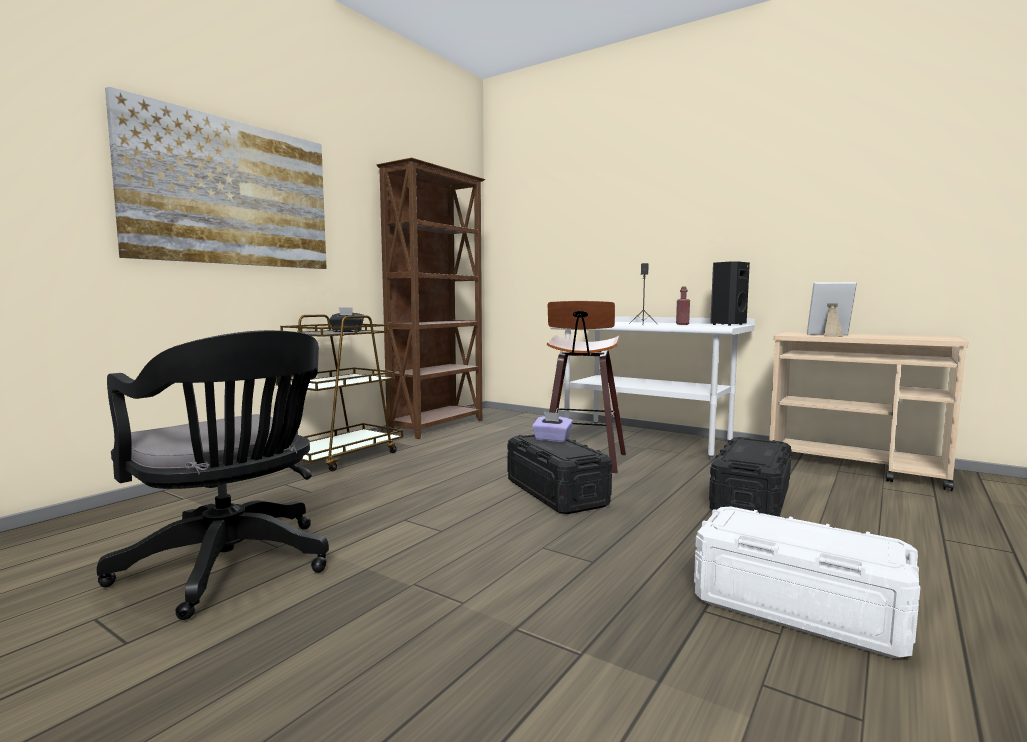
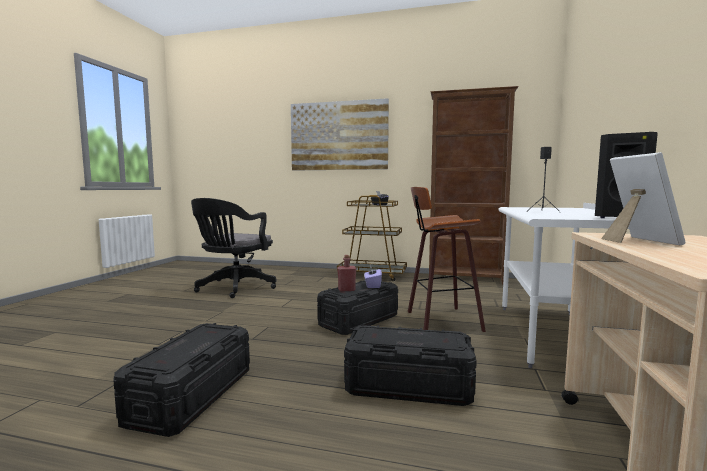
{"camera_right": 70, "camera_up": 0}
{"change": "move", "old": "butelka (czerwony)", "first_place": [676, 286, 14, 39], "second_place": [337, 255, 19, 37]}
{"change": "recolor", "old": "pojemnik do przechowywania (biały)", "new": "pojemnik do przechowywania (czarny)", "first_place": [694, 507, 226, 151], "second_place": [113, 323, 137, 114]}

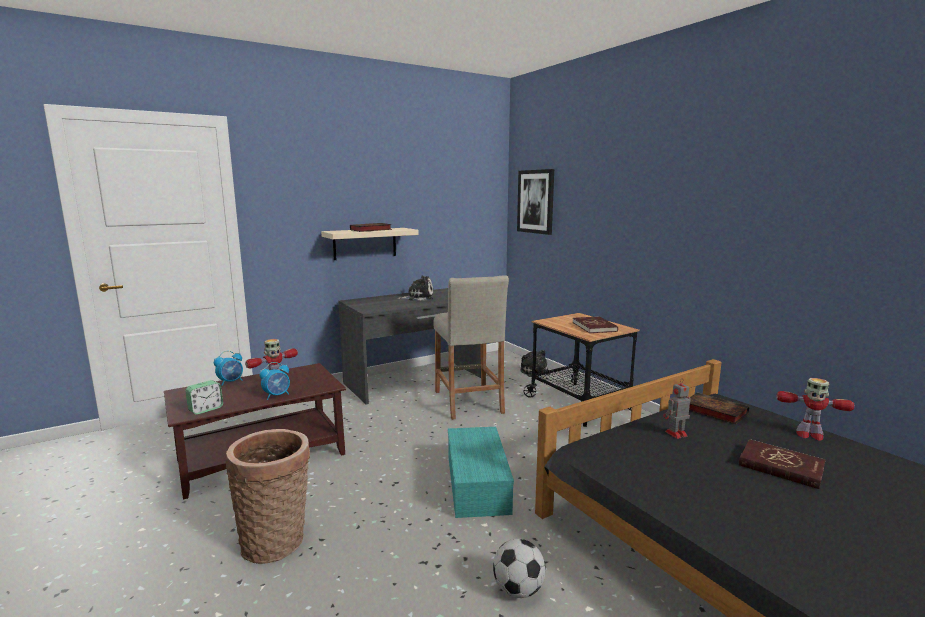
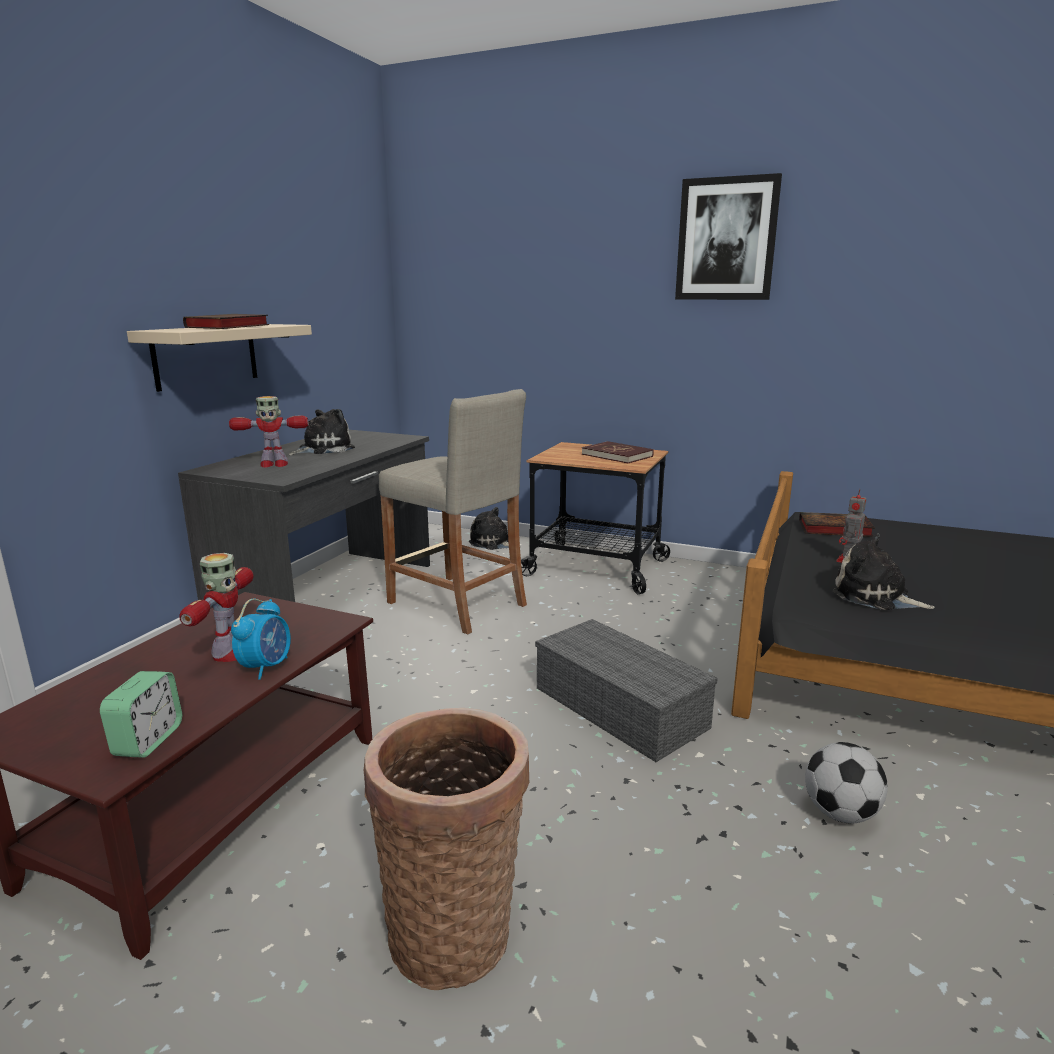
{"camera_right": -35, "camera_up": 5}
{"change": "delete", "old": "budzik", "first_place": [214, 351, 29, 35]}
{"change": "delete", "old": "książka (czerwony)", "first_place": [739, 439, 86, 50]}
{"change": "insert", "new": "pluszak", "second_place": [832, 534, 103, 76]}
{"change": "move", "old": "obraz", "first_place": [517, 169, 37, 66], "second_place": [675, 173, 107, 127]}
{"change": "move", "old": "robot zabawkowy", "first_place": [776, 378, 78, 63], "second_place": [229, 396, 80, 72]}
{"change": "recolor", "old": "pojemnik do przechowywania (turkusowy)", "new": "pojemnik do przechowywania (szary)", "first_place": [448, 427, 66, 91], "second_place": [535, 619, 183, 143]}

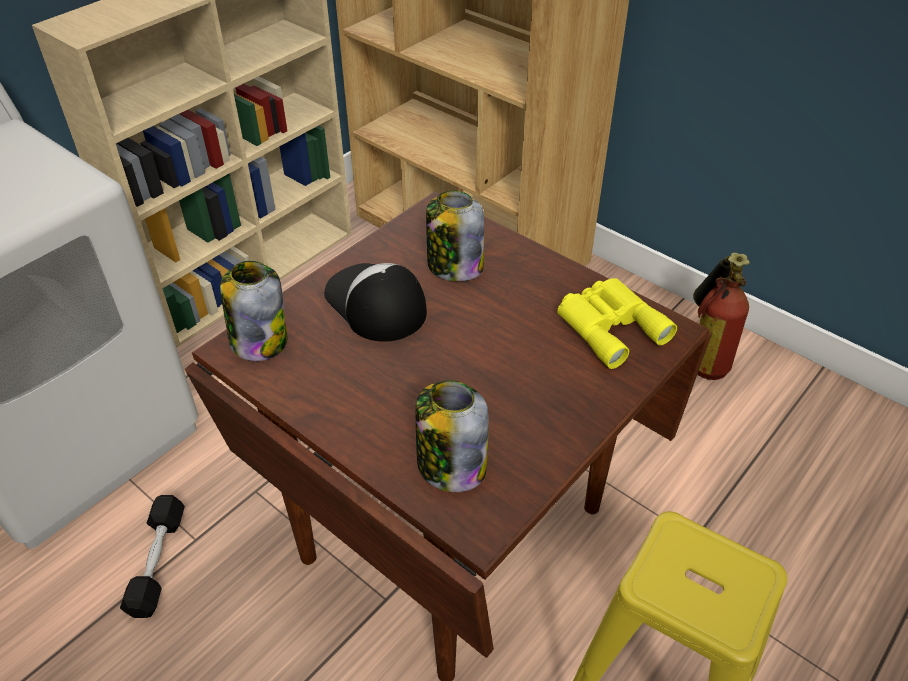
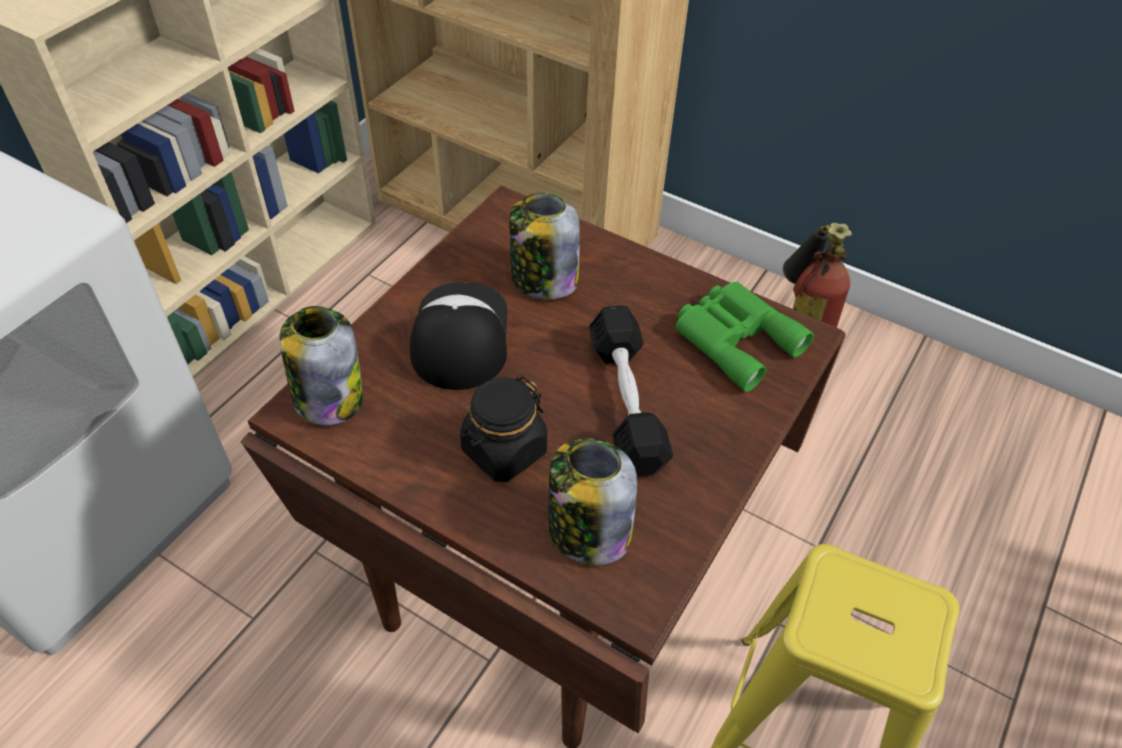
{"camera_right": -10, "camera_up": 5}
{"change": "insert", "new": "słoik (czarny)", "second_place": [460, 377, 87, 105]}
{"change": "move", "old": "hantel (czarny)", "first_place": [120, 495, 65, 123], "second_place": [589, 306, 84, 170]}
{"change": "recolor", "old": "lornetka (żółty)", "new": "lornetka (zielony)", "first_place": [557, 278, 120, 91], "second_place": [675, 282, 139, 110]}
{"change": "rotate", "old": "czapka z daszkiem", "first_place": [324, 263, 103, 79], "second_place": [410, 283, 97, 107], "degrees": 45}

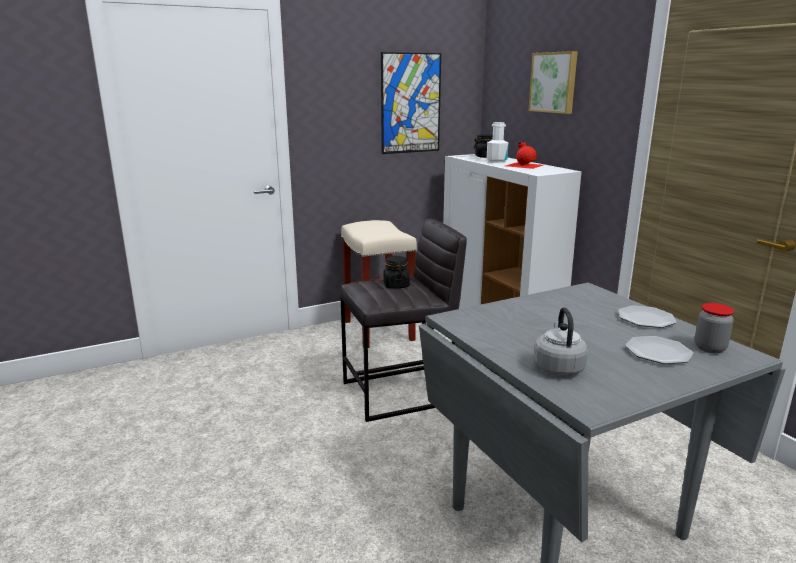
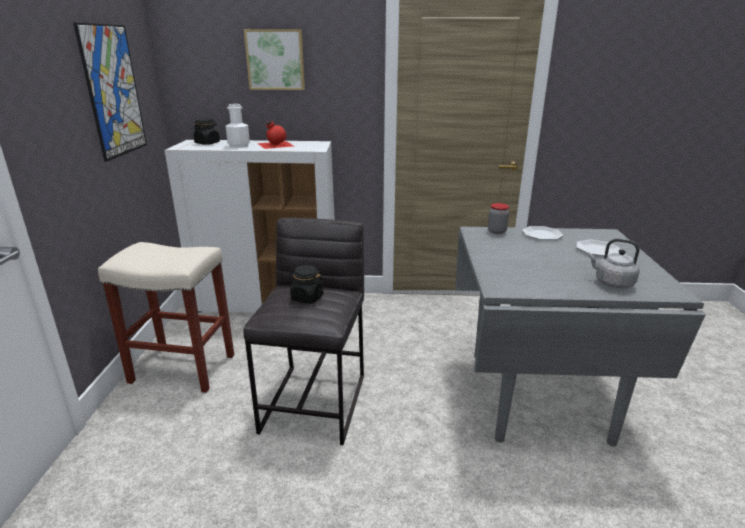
{"camera_right": -60, "camera_up": 5}
{"change": "move", "old": "słoik", "first_place": [694, 303, 40, 50], "second_place": [488, 203, 21, 31]}

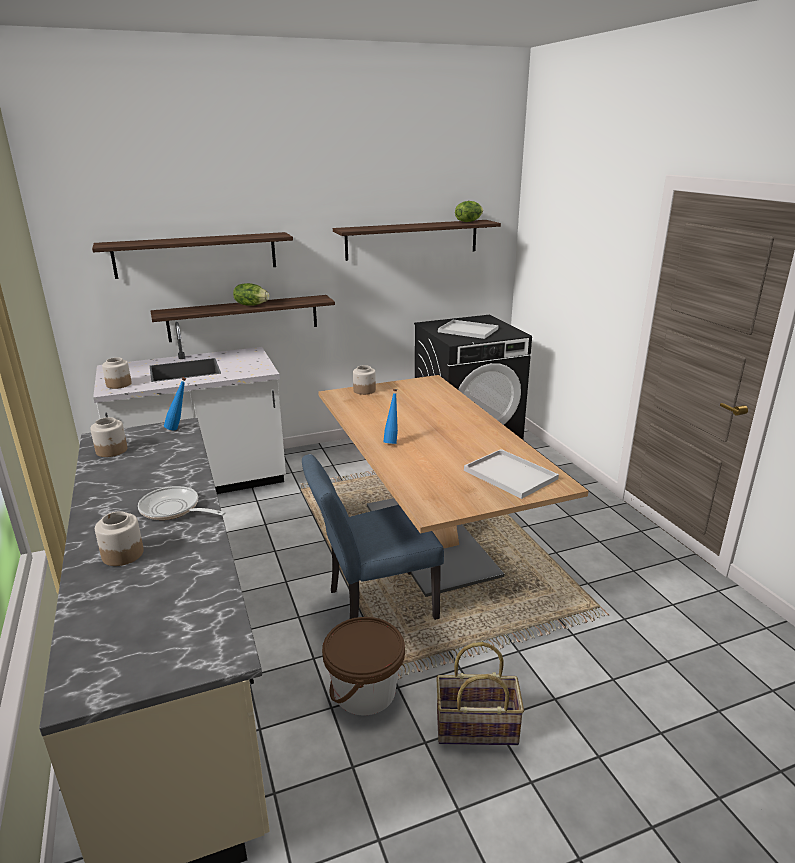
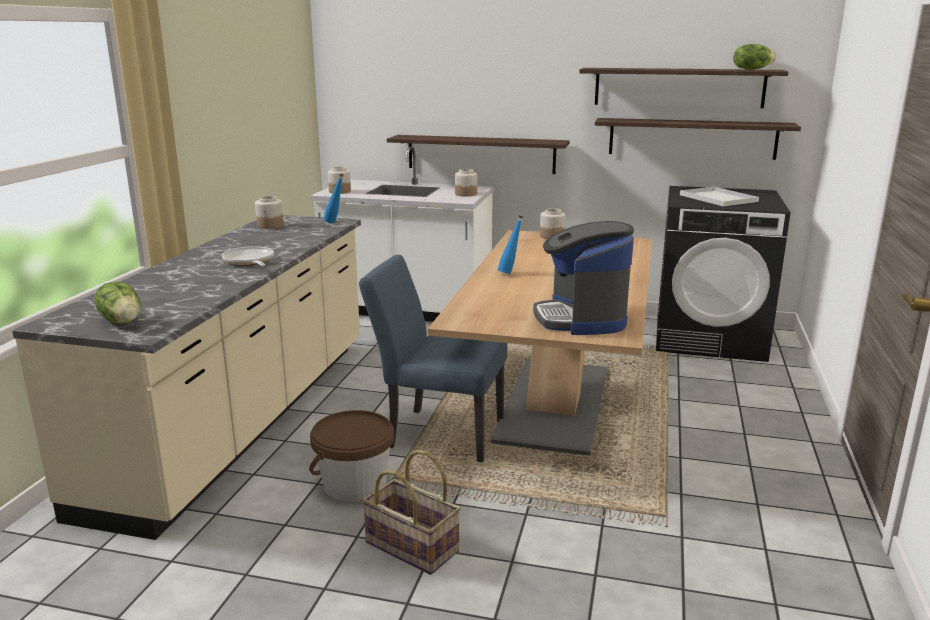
{"camera_right": 35, "camera_up": -5}
{"change": "move", "old": "półka", "first_place": [92, 232, 201, 47], "second_place": [595, 118, 206, 42]}
{"change": "move", "old": "słoik", "first_place": [95, 511, 49, 55], "second_place": [455, 169, 22, 27]}
{"change": "move", "old": "sałata", "first_place": [233, 283, 37, 23], "second_place": [95, 282, 46, 42]}
{"change": "replace", "old": "taca (biały)", "new": "ekspres do kawy", "first_place": [464, 449, 95, 50], "second_place": [533, 221, 101, 114]}

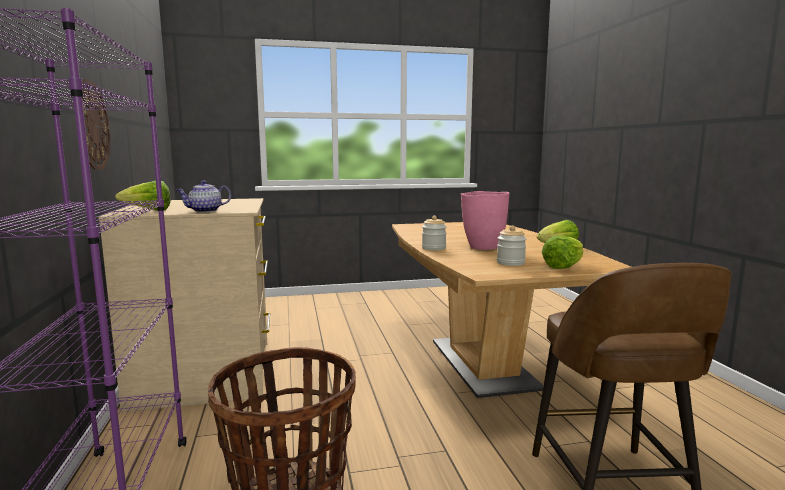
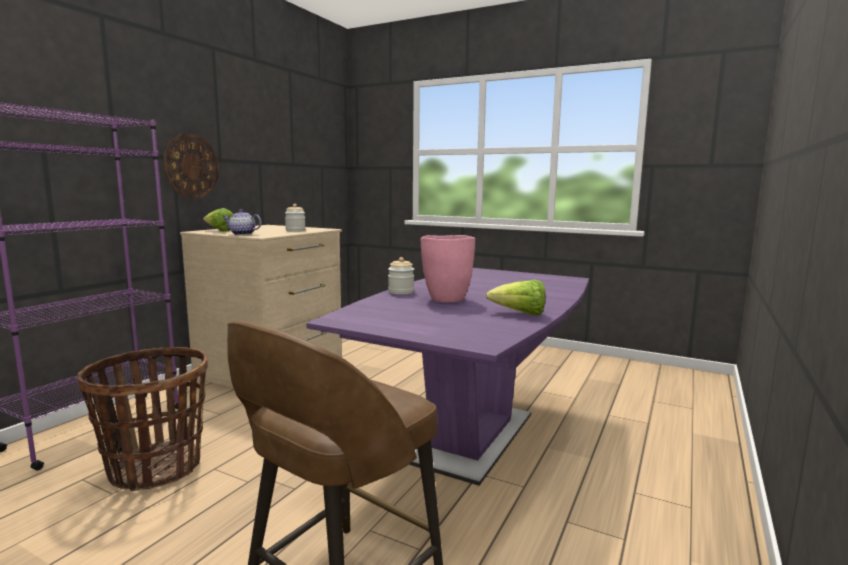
{"camera_right": 40, "camera_up": 0}
{"change": "delete", "old": "sałata", "first_place": [542, 236, 41, 33]}
{"change": "move", "old": "słoik", "first_place": [497, 226, 29, 40], "second_place": [285, 204, 21, 27]}
{"change": "recolor", "old": "stół jadalny (brązowy)", "new": "stół jadalny (fioletowy)", "first_place": [392, 222, 239, 176], "second_place": [306, 268, 283, 218]}

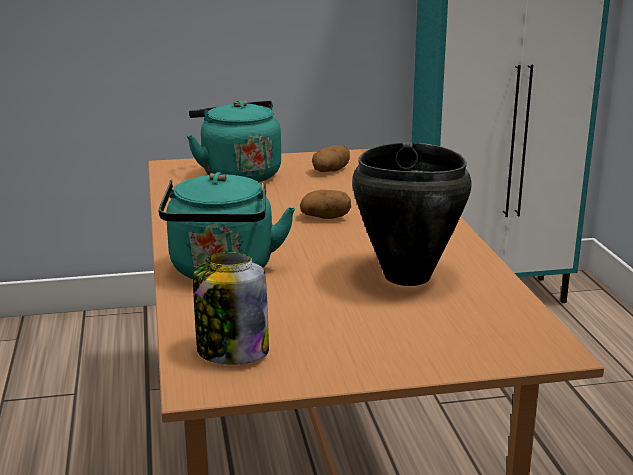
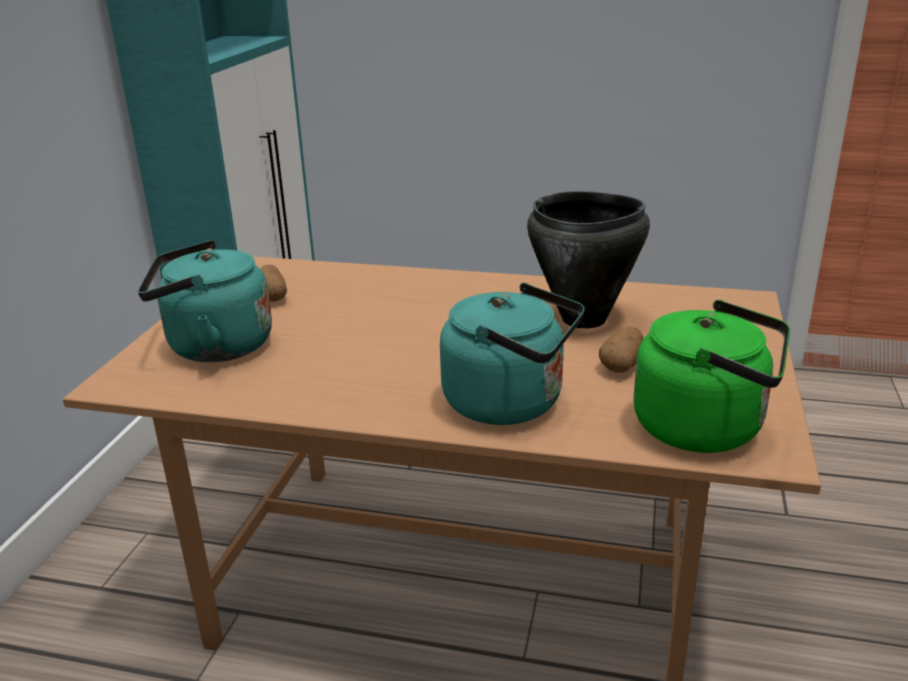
{"camera_right": -65, "camera_up": 5}
{"change": "move", "old": "ziemniak", "first_place": [300, 190, 51, 29], "second_place": [599, 327, 45, 46]}
{"change": "replace", "old": "słoik", "new": "czajnik (zielony)", "first_place": [193, 252, 76, 113], "second_place": [633, 300, 157, 153]}

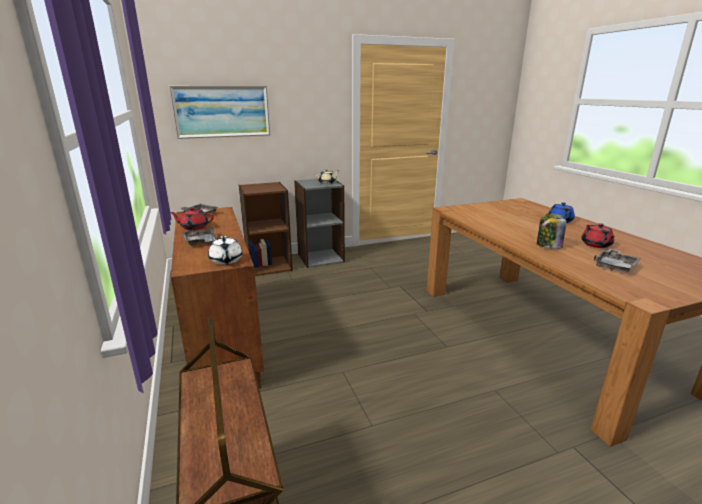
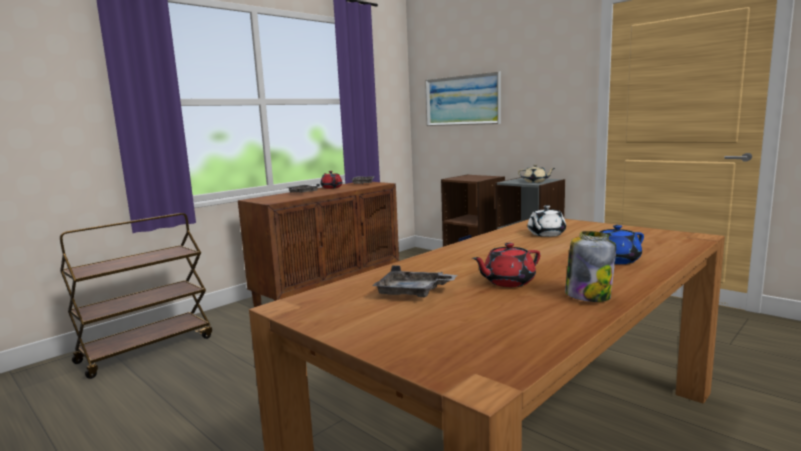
{"camera_right": 65, "camera_up": -10}
{"change": "move", "old": "imbryk (biały)", "first_place": [208, 236, 35, 29], "second_place": [528, 205, 38, 32]}
{"change": "move", "old": "słoik", "first_place": [537, 214, 30, 35], "second_place": [565, 231, 51, 71]}

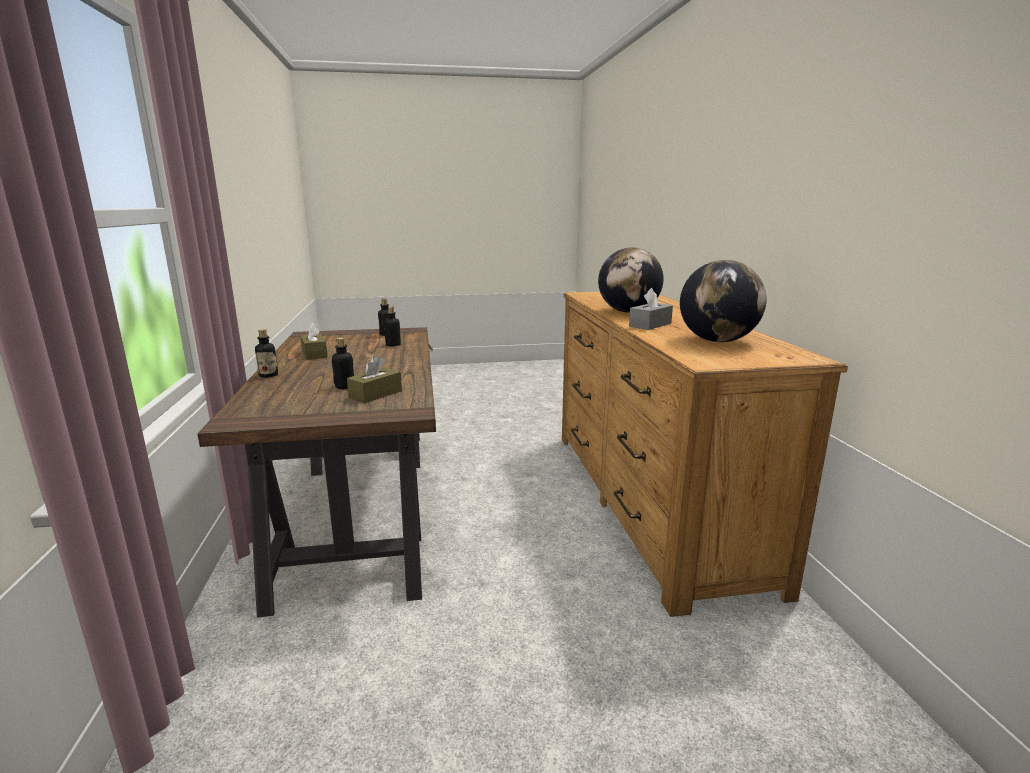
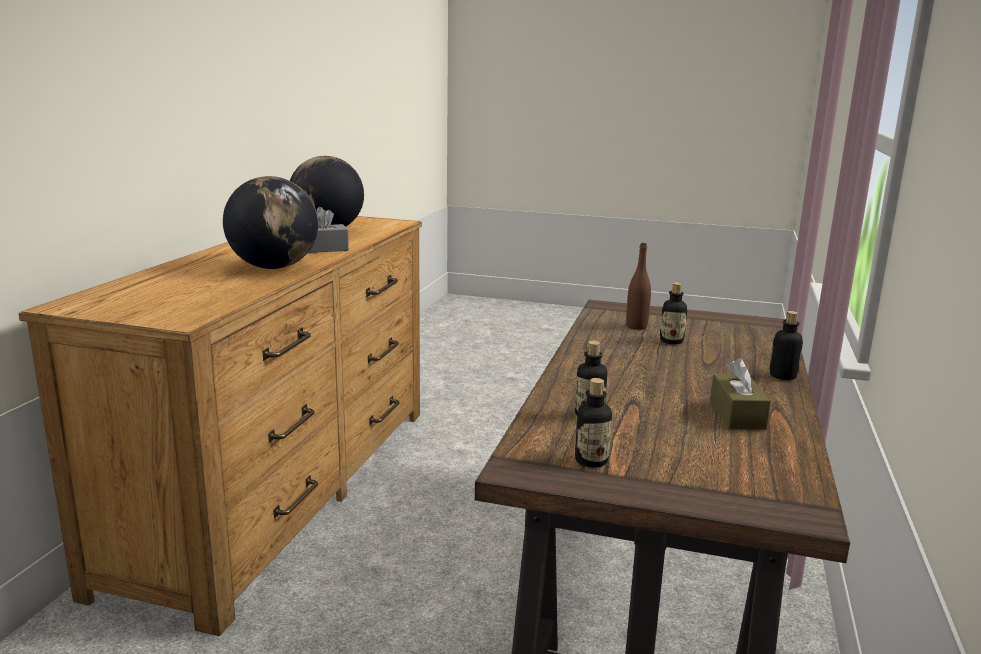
{"camera_right": -155, "camera_up": 0}
{"change": "replace", "old": "pudełko chusteczek (brązowy)", "new": "butelka (brązowy)", "first_place": [347, 355, 55, 48], "second_place": [626, 243, 25, 87]}

